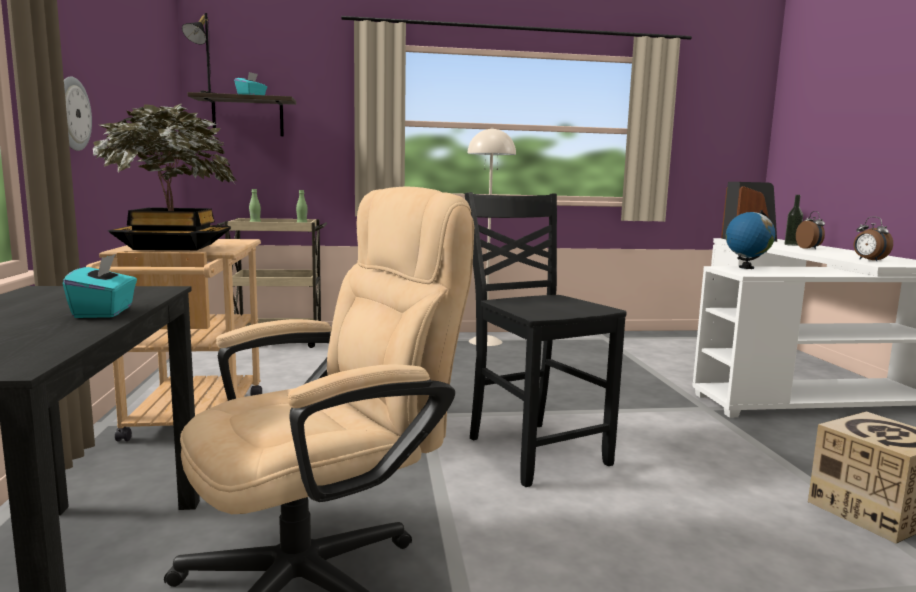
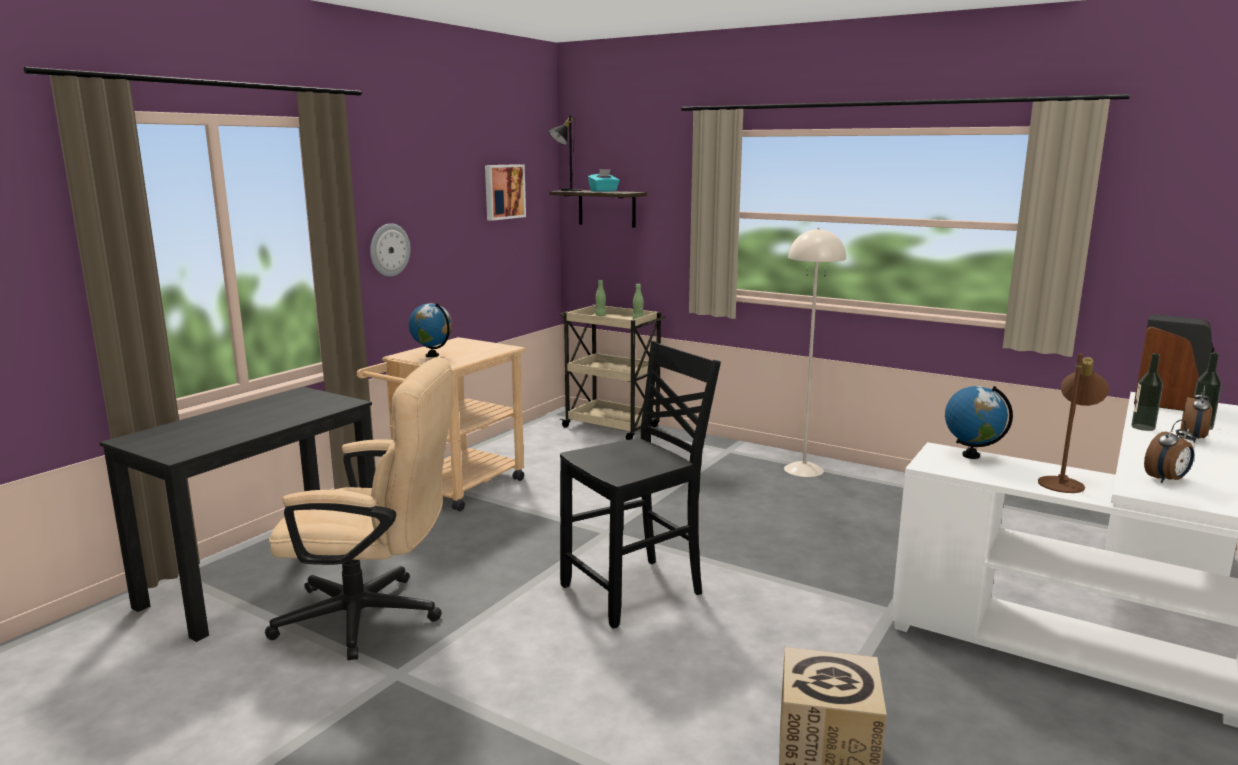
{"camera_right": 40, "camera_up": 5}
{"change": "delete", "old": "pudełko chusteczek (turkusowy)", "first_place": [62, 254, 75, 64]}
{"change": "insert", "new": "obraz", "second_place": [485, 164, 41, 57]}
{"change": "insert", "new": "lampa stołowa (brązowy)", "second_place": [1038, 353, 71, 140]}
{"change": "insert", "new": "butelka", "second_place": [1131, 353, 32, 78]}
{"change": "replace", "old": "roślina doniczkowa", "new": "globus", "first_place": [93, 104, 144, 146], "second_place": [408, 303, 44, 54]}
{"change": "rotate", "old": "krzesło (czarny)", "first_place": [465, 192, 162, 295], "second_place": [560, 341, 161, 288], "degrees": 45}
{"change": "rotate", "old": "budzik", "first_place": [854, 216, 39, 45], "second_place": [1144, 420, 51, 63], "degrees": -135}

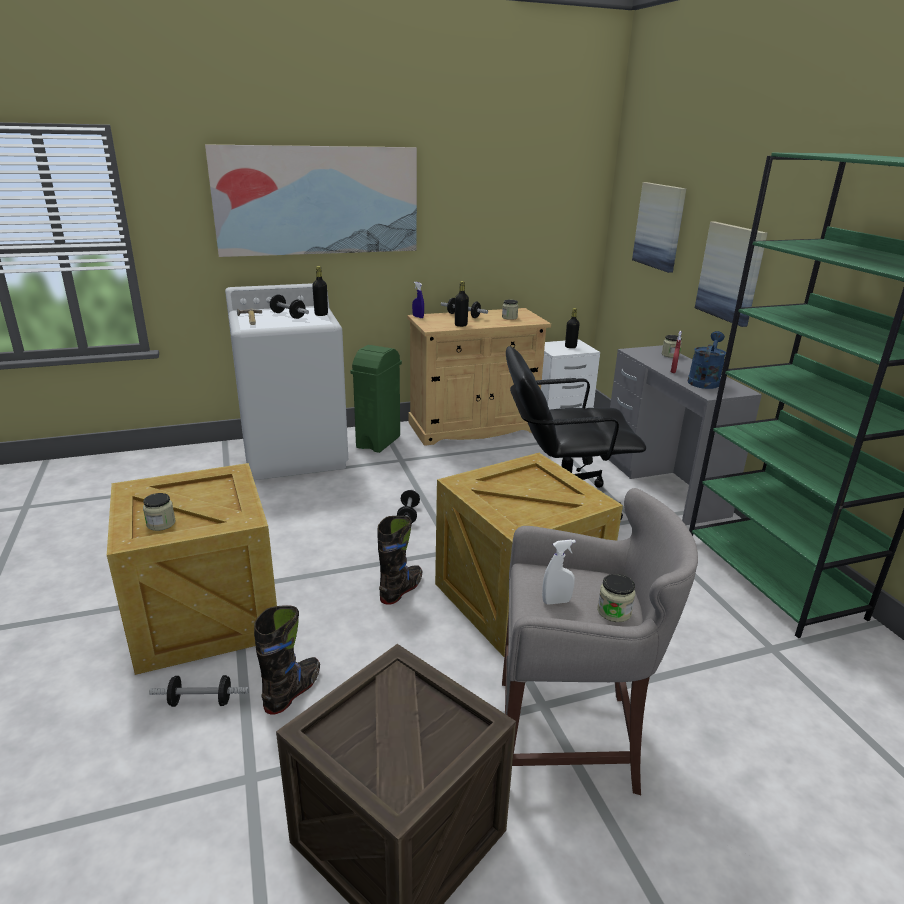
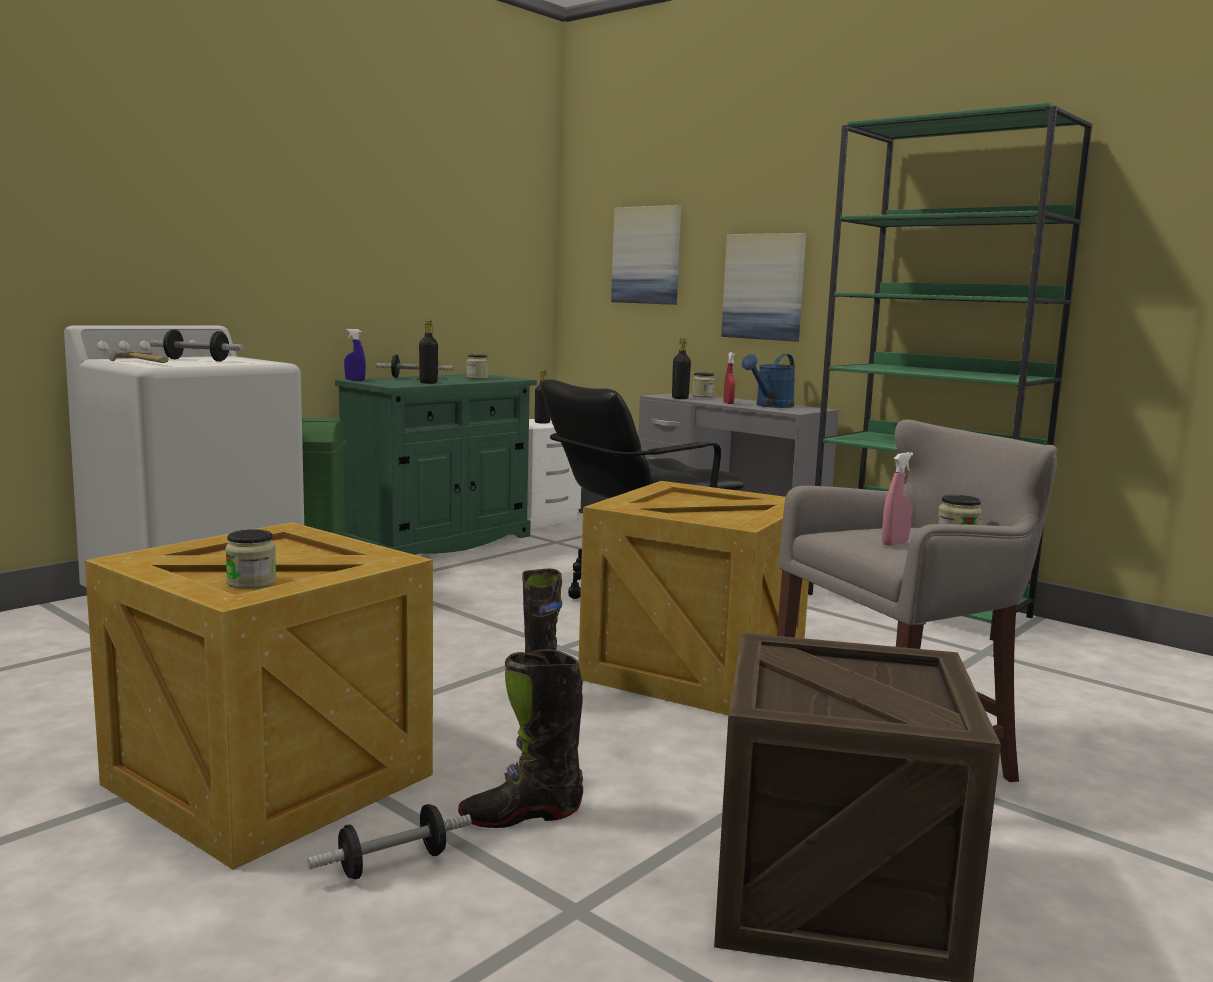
{"camera_right": -30, "camera_up": -15}
{"change": "delete", "old": "obraz", "first_place": [205, 144, 212, 113]}
{"change": "delete", "old": "hantel", "first_place": [397, 489, 23, 34]}
{"change": "move", "old": "butelka (czarny)", "first_place": [312, 266, 16, 50], "second_place": [672, 338, 19, 61]}
{"change": "recolor", "old": "szafka (beżowy)", "new": "szafka (zielony)", "first_place": [407, 308, 144, 138], "second_place": [335, 374, 202, 181]}
{"change": "recolor", "old": "spryskiwacz (biały)", "new": "spryskiwacz (różowy)", "first_place": [542, 540, 34, 65], "second_place": [882, 452, 31, 94]}
{"change": "rotate", "old": "but z cholewką (czarny)", "first_place": [254, 605, 66, 109], "second_place": [458, 649, 125, 179], "degrees": -105}
{"change": "rotate", "old": "konewka (niebieski)", "first_place": [687, 331, 39, 58], "second_place": [742, 354, 54, 54], "degrees": -135}

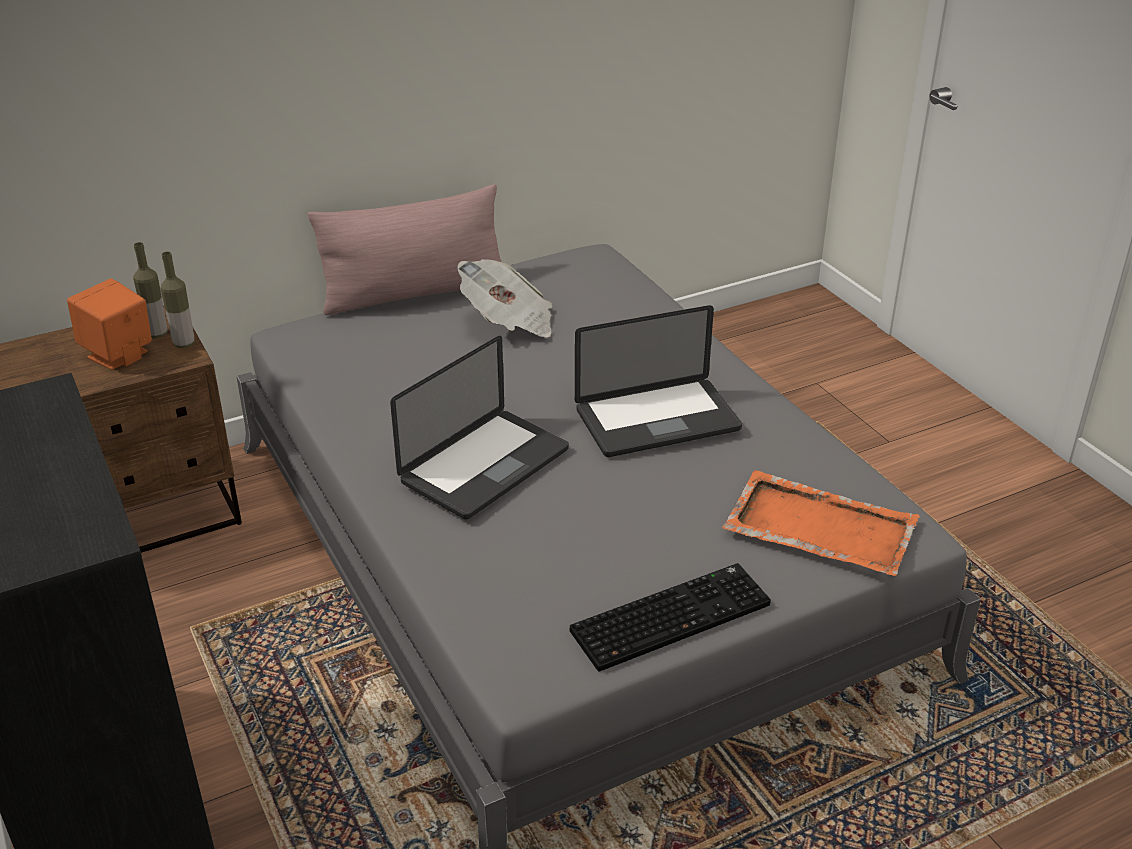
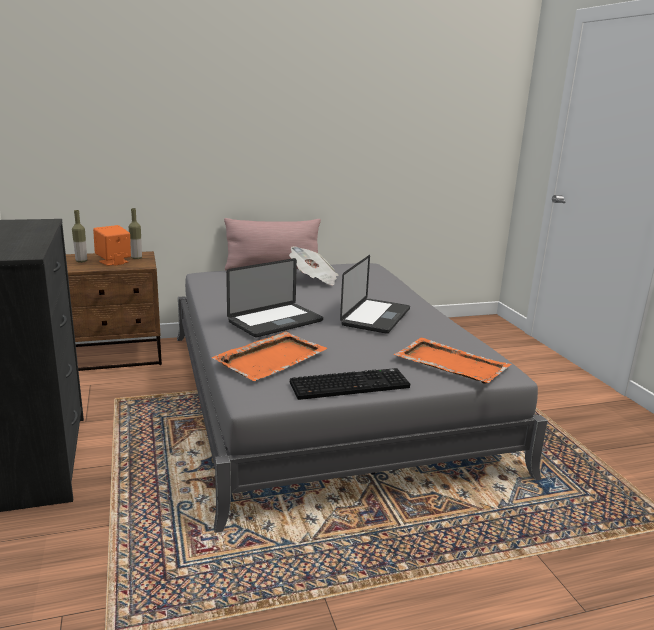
{"camera_right": 10, "camera_up": -15}
{"change": "insert", "new": "taca (pomarańczowy)", "second_place": [212, 331, 116, 50]}
{"change": "move", "old": "butelka", "first_place": [161, 252, 33, 96], "second_place": [72, 210, 15, 53]}
{"change": "rotate", "old": "laptop", "first_place": [575, 305, 167, 152], "second_place": [340, 255, 70, 79], "degrees": -60}

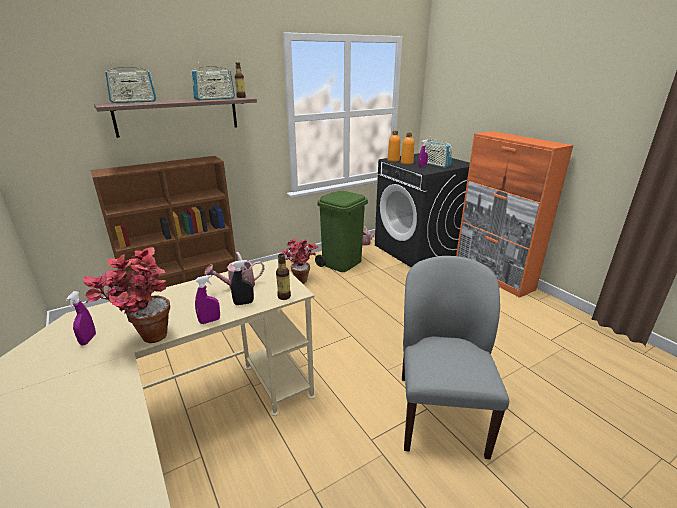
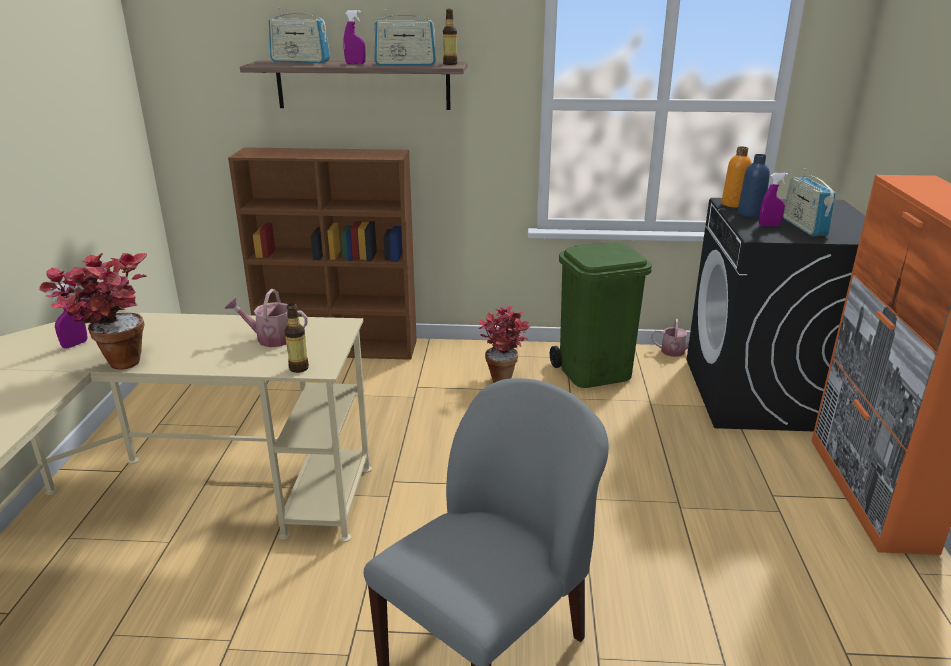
{"camera_right": 35, "camera_up": 0}
{"change": "delete", "old": "spryskiwacz (czarny)", "first_place": [231, 260, 23, 45]}
{"change": "move", "old": "spryskiwacz (fioletowy)", "first_place": [195, 275, 25, 49], "second_place": [343, 10, 23, 54]}
{"change": "recolor", "old": "butelka (pomarańczowy)", "new": "butelka (niebieski)", "first_place": [401, 133, 13, 32], "second_place": [738, 154, 32, 63]}

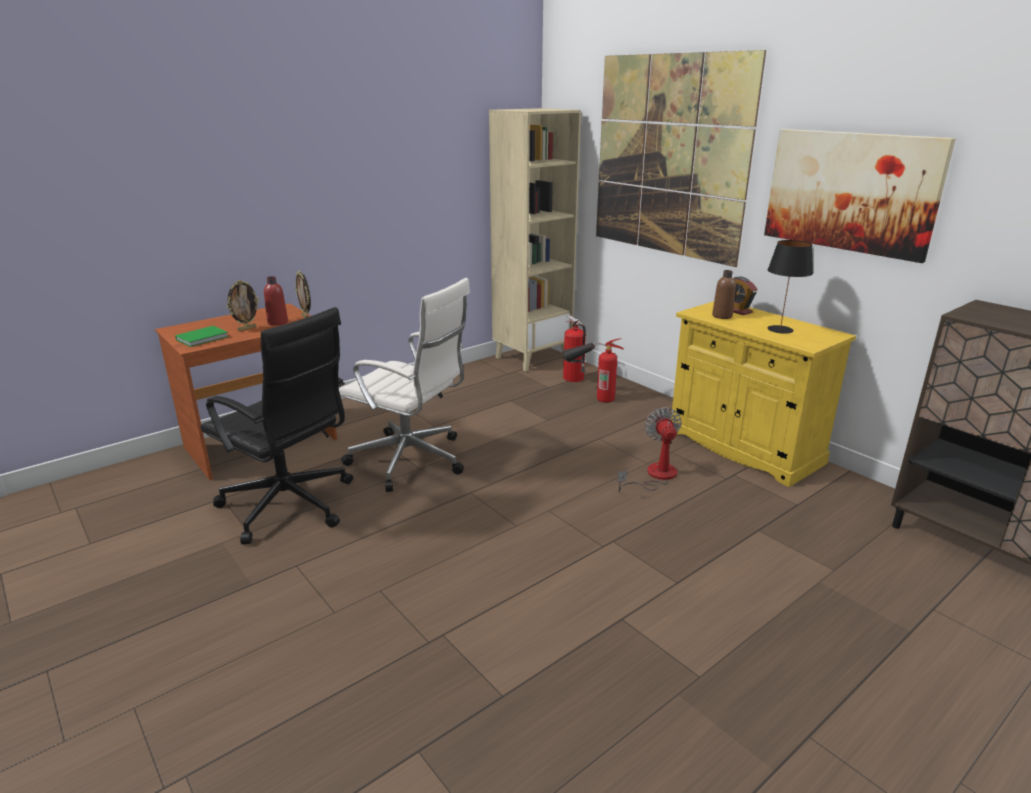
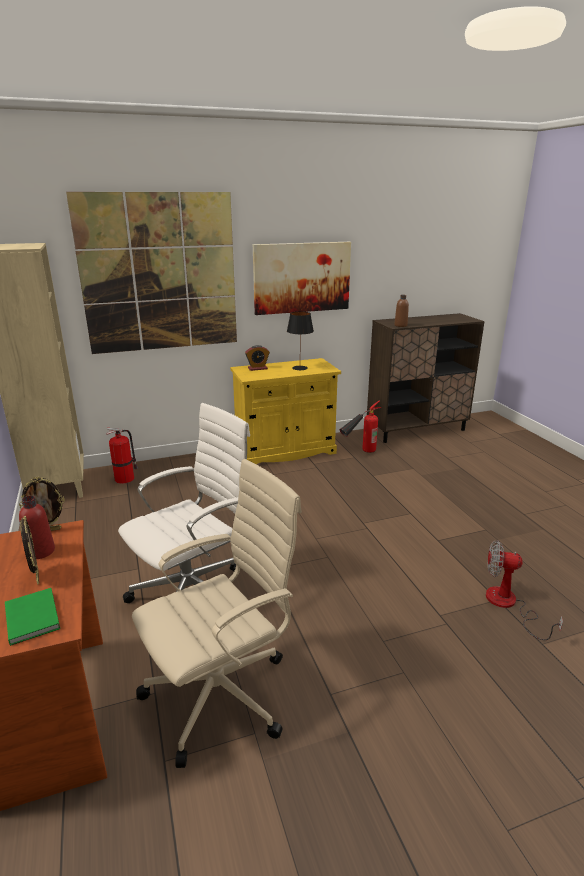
{"camera_right": -70, "camera_up": 0}
{"change": "move", "old": "gaśnica", "first_place": [563, 338, 61, 65], "second_place": [339, 400, 42, 53]}
{"change": "move", "old": "wentylator", "first_place": [618, 407, 64, 85], "second_place": [486, 540, 77, 100]}
{"change": "move", "old": "butelka (brązowy)", "first_place": [712, 270, 24, 49], "second_place": [394, 295, 15, 32]}
{"change": "recolor", "old": "krzesło biurowe (czarny)", "new": "krzesło biurowe (beżowy)", "first_place": [201, 307, 152, 237], "second_place": [132, 459, 170, 309]}

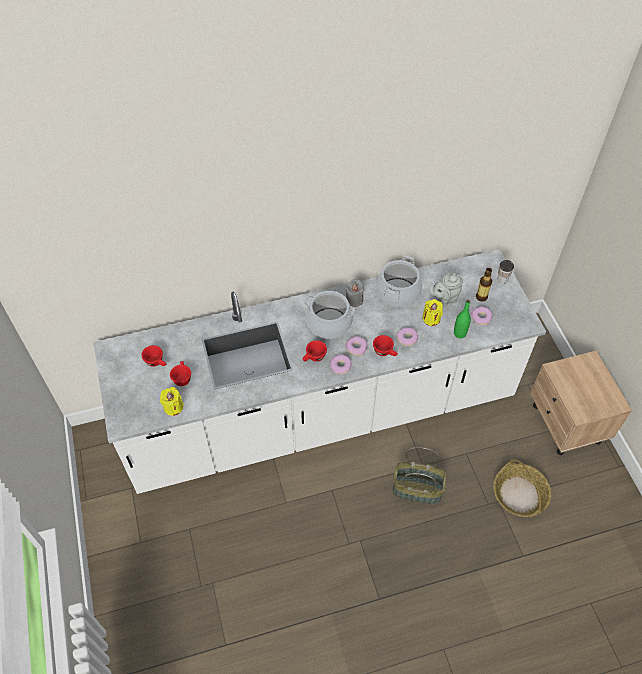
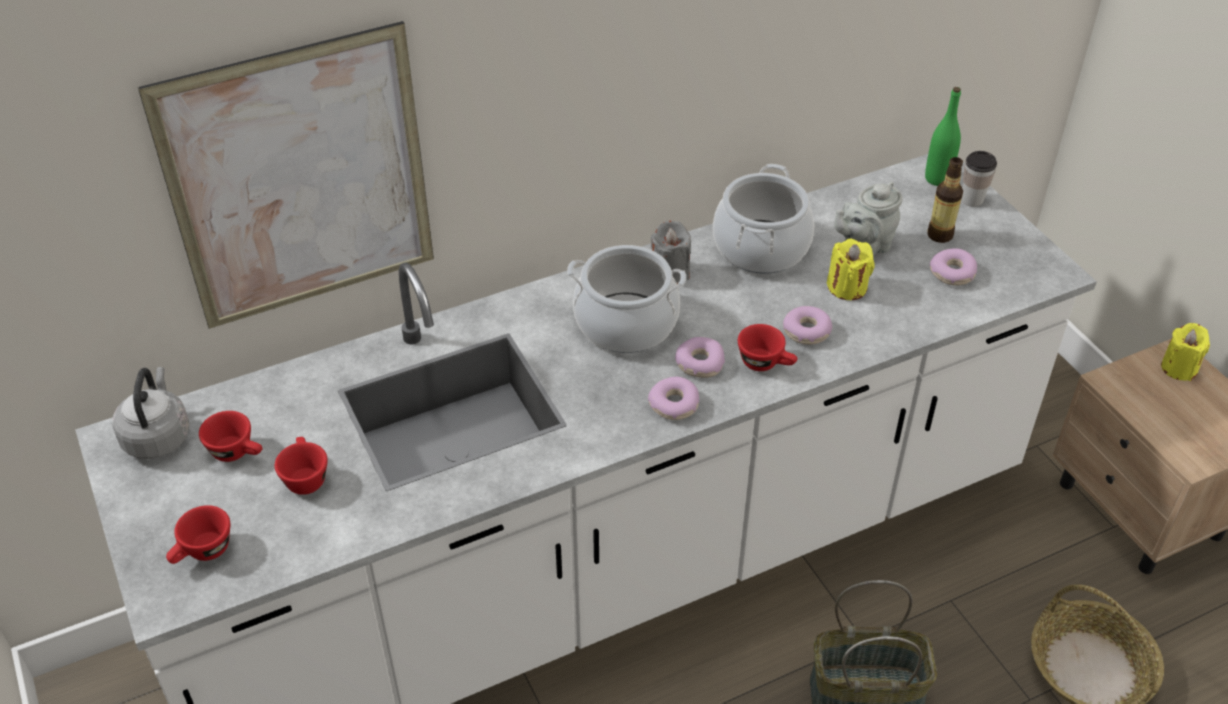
{"camera_right": -10, "camera_up": -10}
{"change": "insert", "new": "czajnik (szary)", "second_place": [113, 367, 76, 92]}
{"change": "insert", "new": "obraz", "second_place": [138, 21, 296, 308]}
{"change": "move", "old": "świeca (żółty)", "first_place": [160, 387, 24, 29], "second_place": [1161, 323, 49, 58]}
{"change": "move", "old": "filiżanka (czerwony)", "first_place": [303, 340, 24, 22], "second_place": [166, 505, 64, 59]}
{"change": "move", "old": "butelka (zielony)", "first_place": [454, 300, 17, 38], "second_place": [925, 87, 36, 99]}

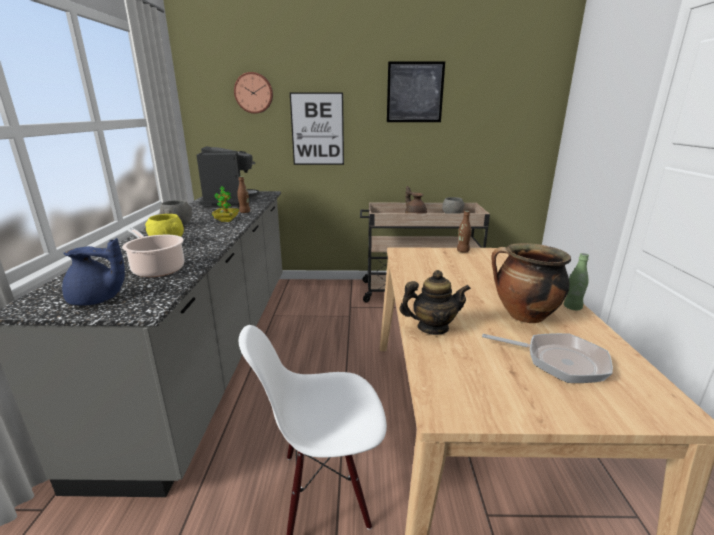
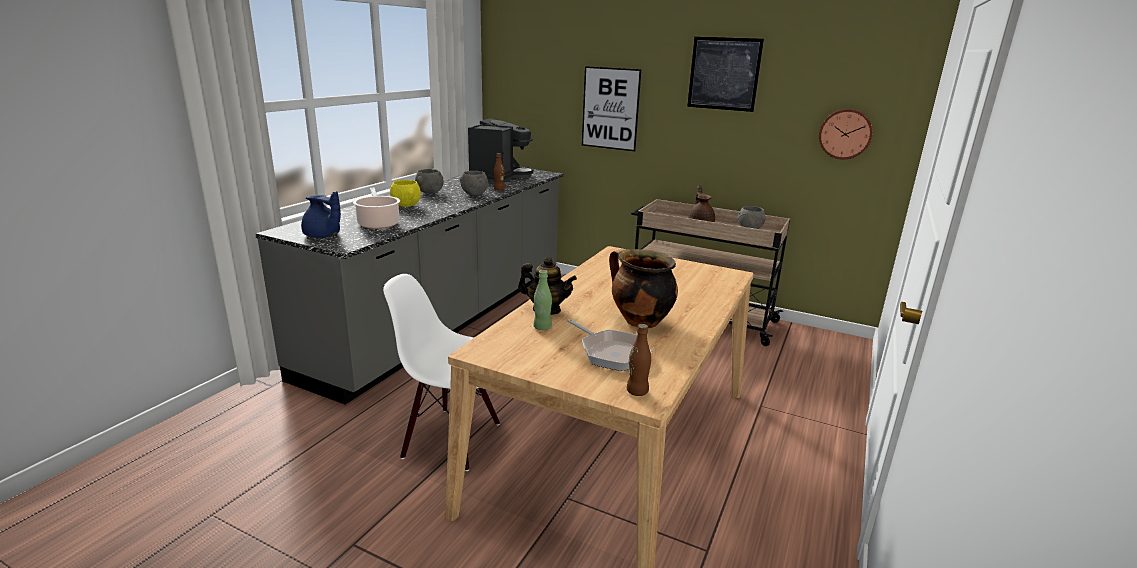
{"camera_right": 25, "camera_up": 0}
{"change": "move", "old": "zegar ścienny", "first_place": [234, 72, 39, 42], "second_place": [819, 109, 54, 51]}
{"change": "move", "old": "butelka (brązowy)", "first_place": [457, 211, 14, 41], "second_place": [627, 324, 24, 72]}
{"change": "move", "old": "butelka (zielony)", "first_place": [564, 253, 25, 57], "second_place": [534, 270, 18, 60]}
{"change": "replace", "old": "roślina doniczkowa", "new": "miska (szary)", "first_place": [212, 186, 27, 36], "second_place": [460, 171, 28, 25]}

